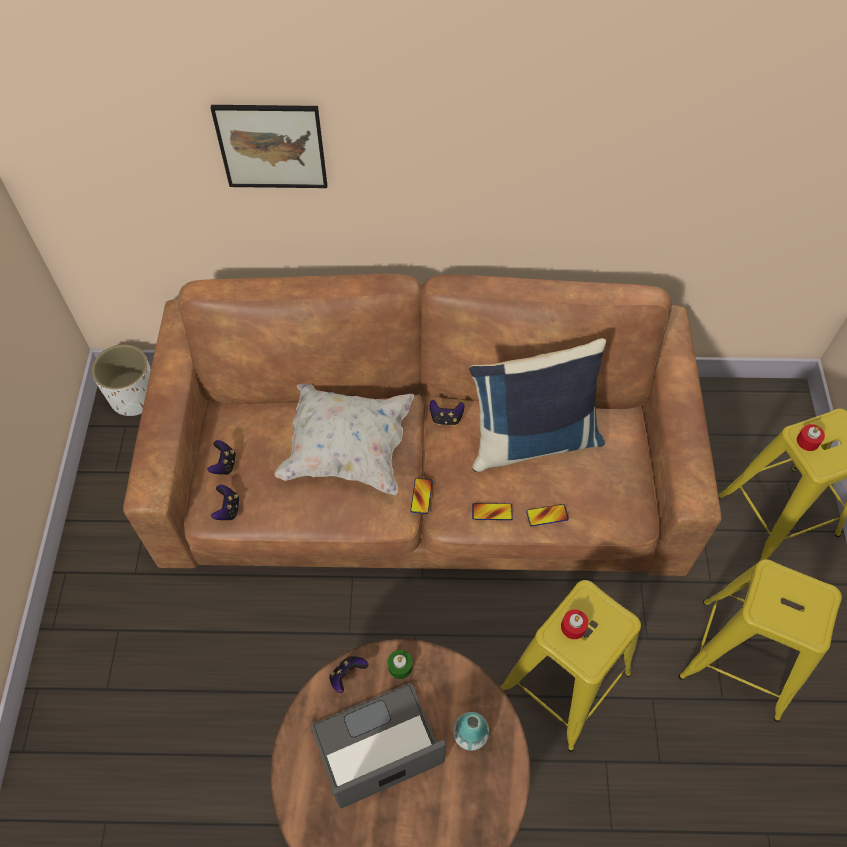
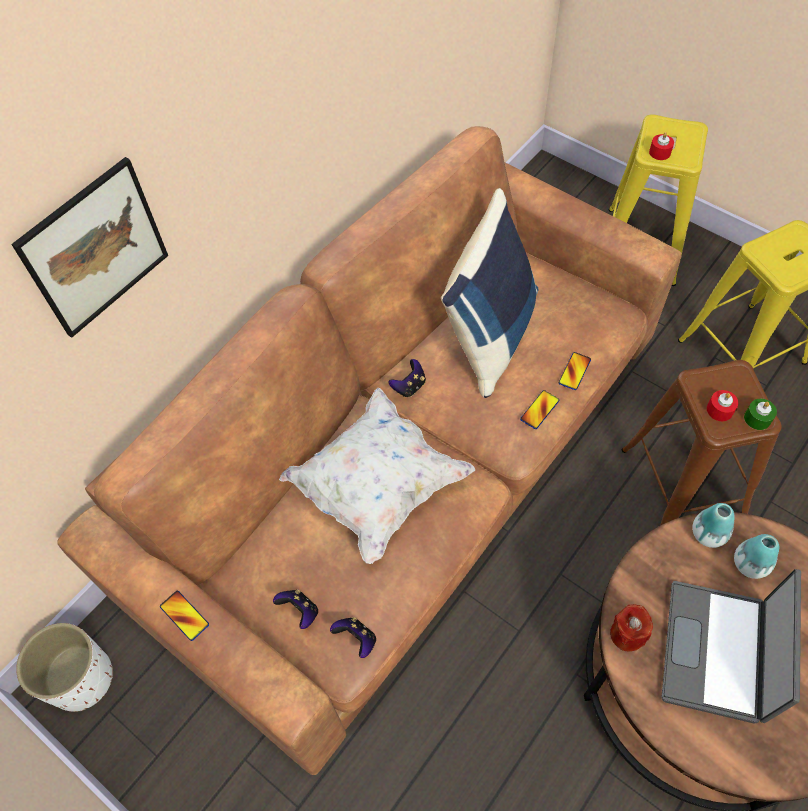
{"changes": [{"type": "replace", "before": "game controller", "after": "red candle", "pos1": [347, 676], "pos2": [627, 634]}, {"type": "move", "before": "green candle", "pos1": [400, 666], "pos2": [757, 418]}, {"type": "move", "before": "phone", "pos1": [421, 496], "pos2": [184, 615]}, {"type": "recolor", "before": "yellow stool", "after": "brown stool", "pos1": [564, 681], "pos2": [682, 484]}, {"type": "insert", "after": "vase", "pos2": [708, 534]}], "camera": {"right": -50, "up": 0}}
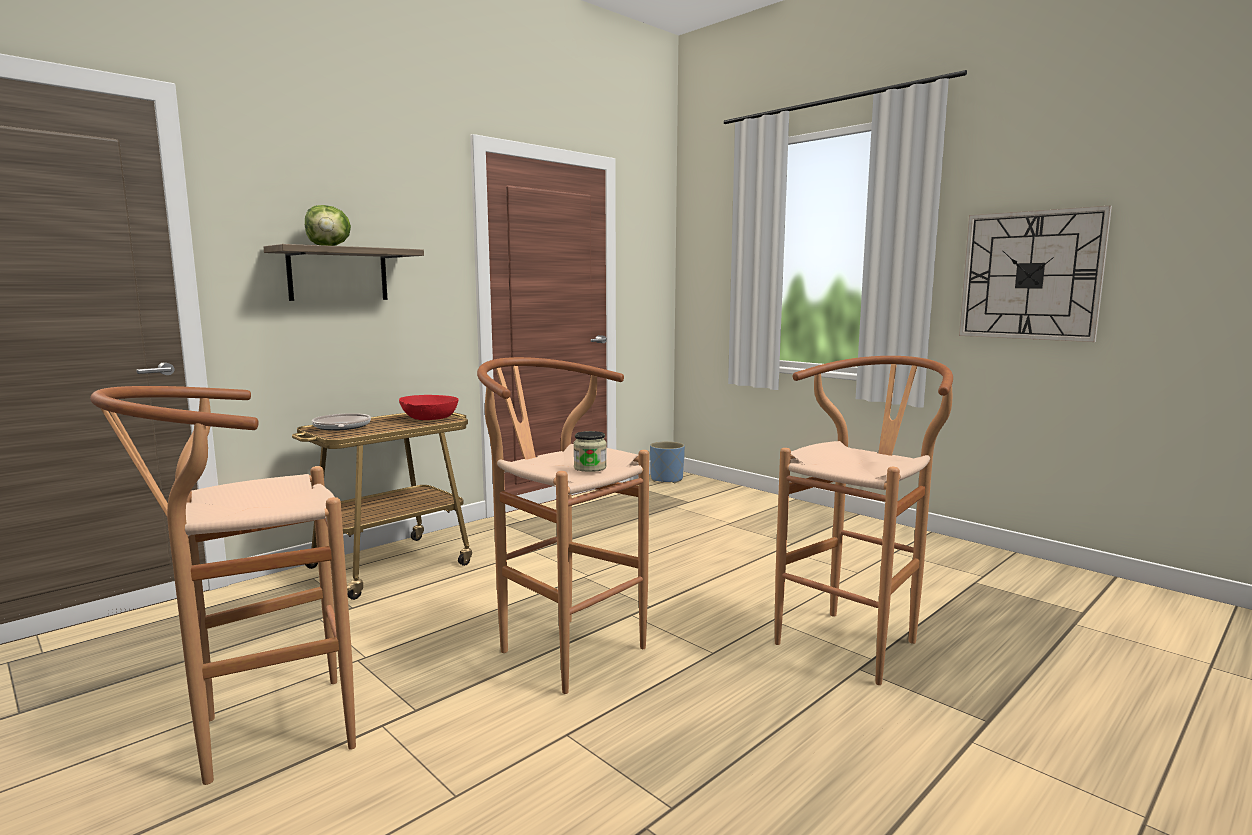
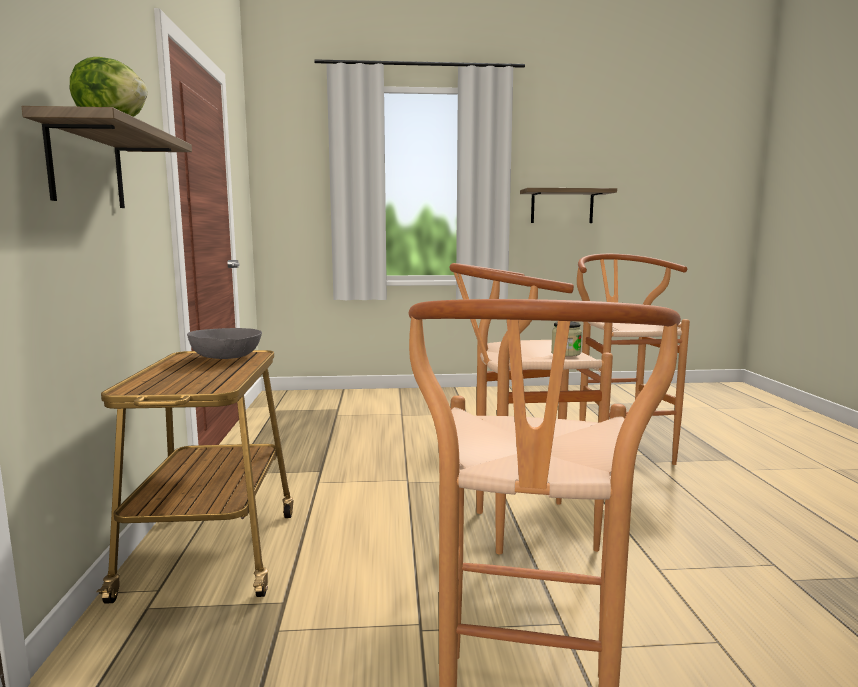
{"changes": [{"type": "delete", "before": "frying pan", "pos1": [341, 427]}, {"type": "recolor", "before": "red bowl", "after": "grey bowl", "pos1": [430, 418], "pos2": [227, 356]}, {"type": "delete", "before": "blue planter", "pos1": [667, 479]}, {"type": "replace", "before": "wall clock", "after": "shelf", "pos1": [1030, 275], "pos2": [562, 206]}], "camera": {"right": -50, "up": 0}}
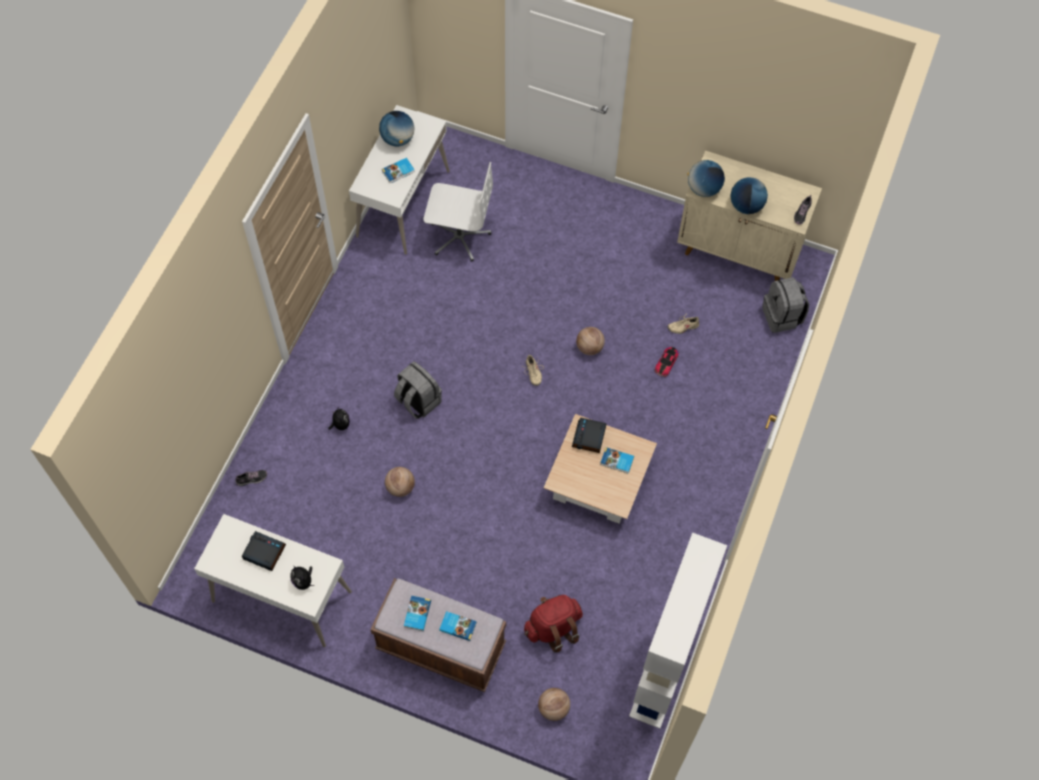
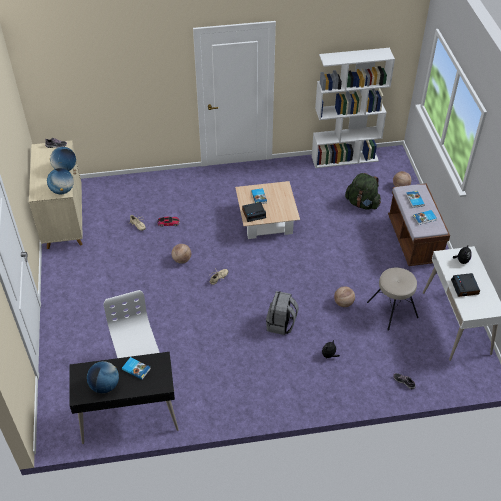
{"changes": [{"type": "recolor", "before": "white desk", "after": "black desk", "pos1": [403, 204], "pos2": [129, 417]}, {"type": "recolor", "before": "red backpack", "after": "green backpack", "pos1": [553, 628], "pos2": [362, 203]}, {"type": "delete", "before": "grey backpack", "pos1": [782, 316]}, {"type": "insert", "after": "beige stool", "pos2": [392, 310]}], "camera": {"right": -120, "up": -15}}
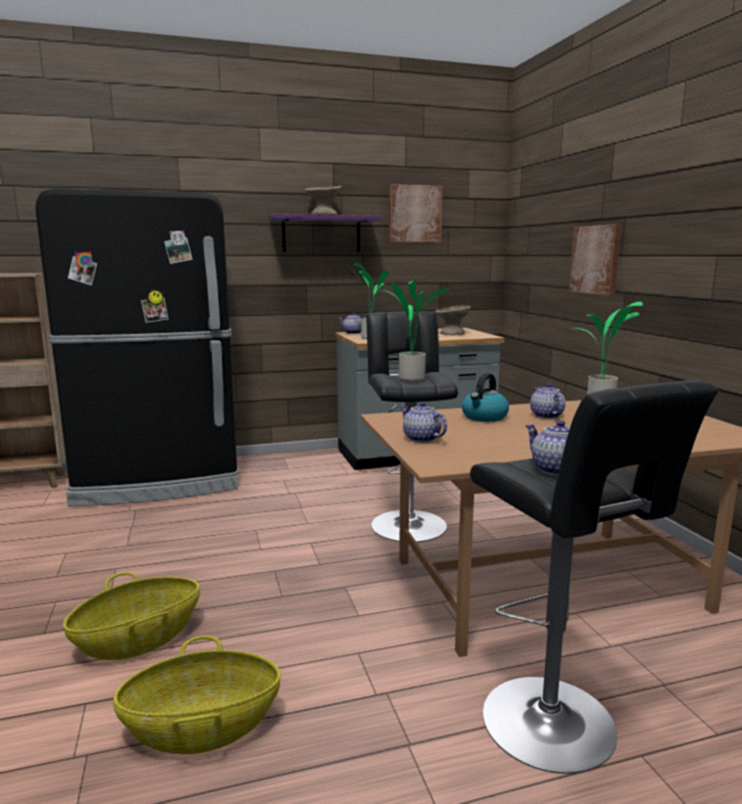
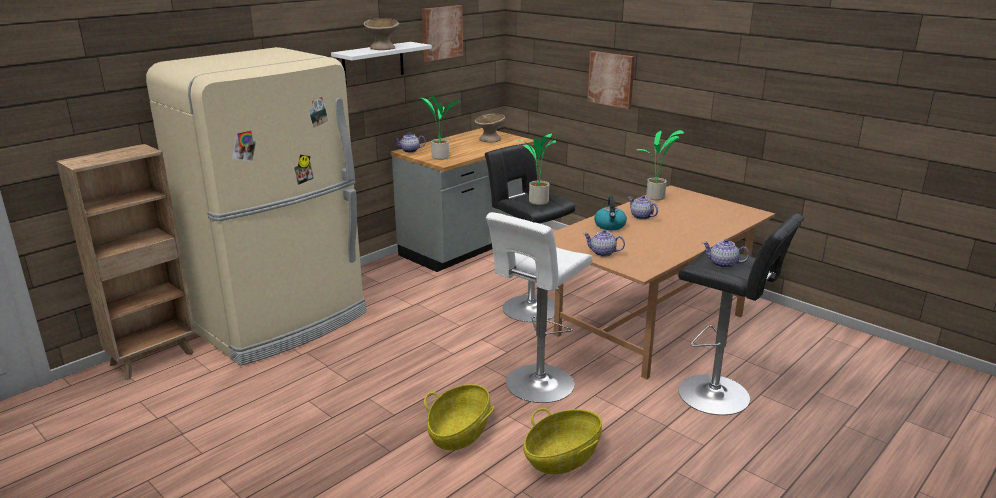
{"changes": [{"type": "recolor", "before": "black fridge", "after": "beige fridge", "pos1": [159, 481], "pos2": [284, 322]}, {"type": "recolor", "before": "purple shelf", "after": "white shelf", "pos1": [321, 234], "pos2": [373, 63]}, {"type": "insert", "after": "white stool", "pos2": [537, 385]}], "camera": {"right": -30, "up": 10}}
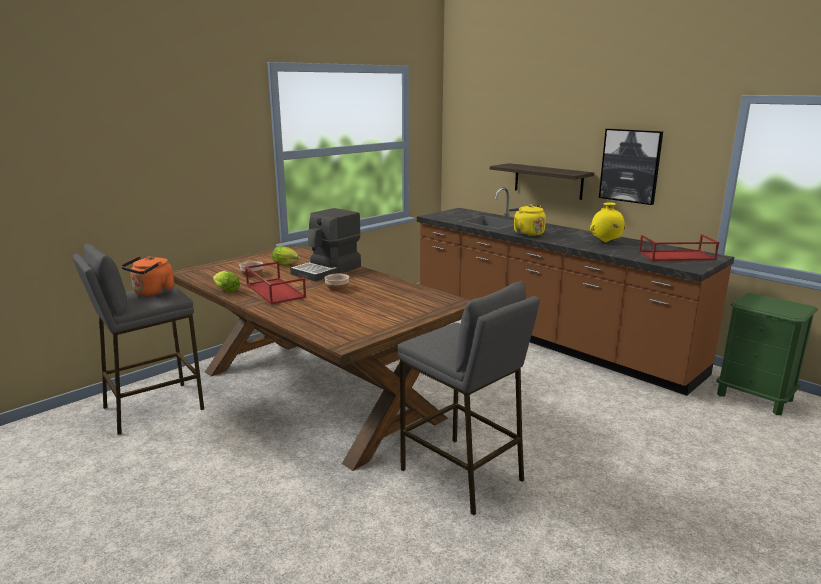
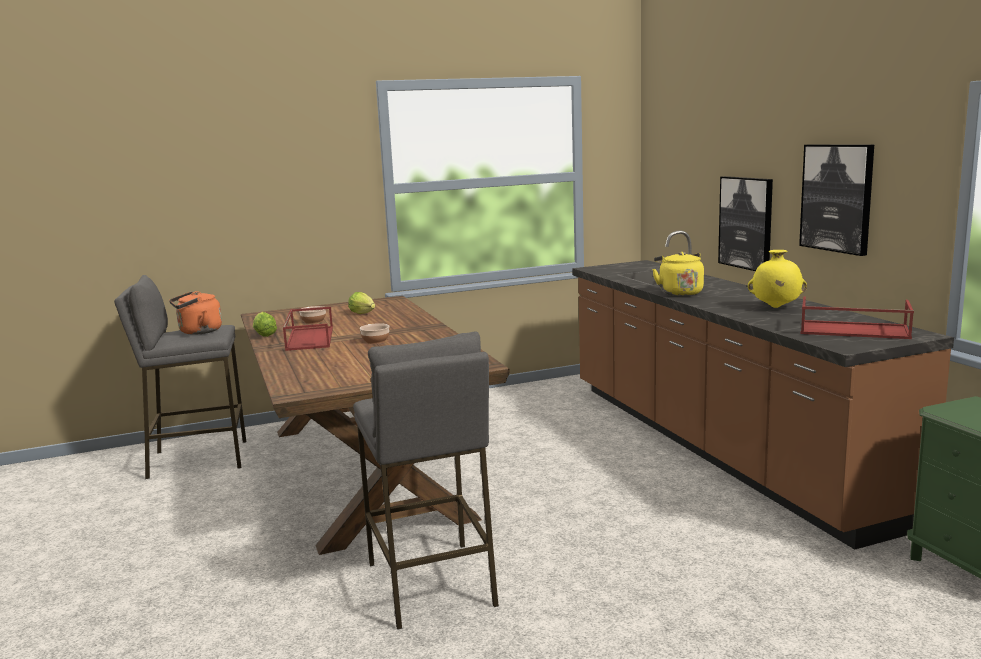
{"changes": [{"type": "delete", "before": "coffee machine", "pos1": [328, 270]}, {"type": "replace", "before": "shelf", "after": "picture", "pos1": [548, 181], "pos2": [746, 223]}], "camera": {"right": 25, "up": -5}}
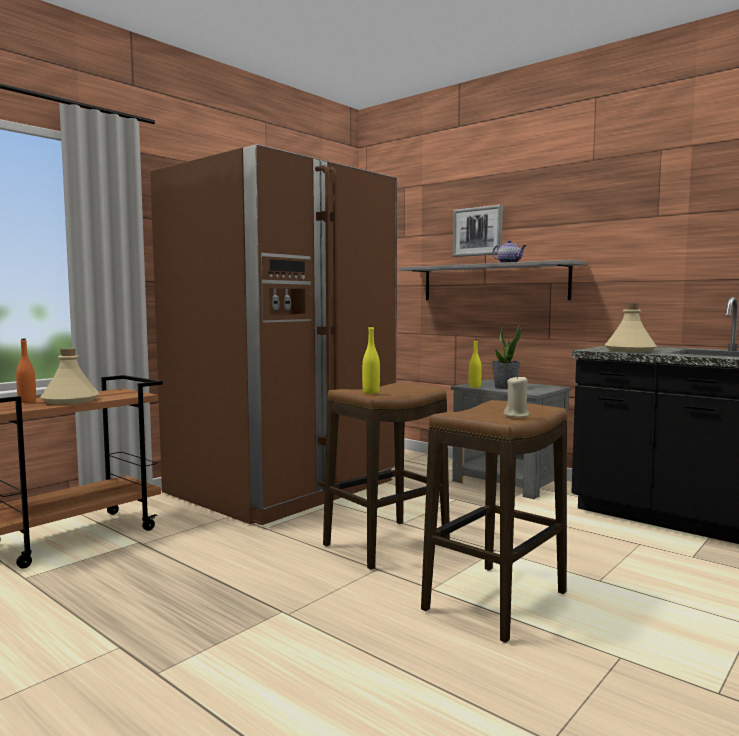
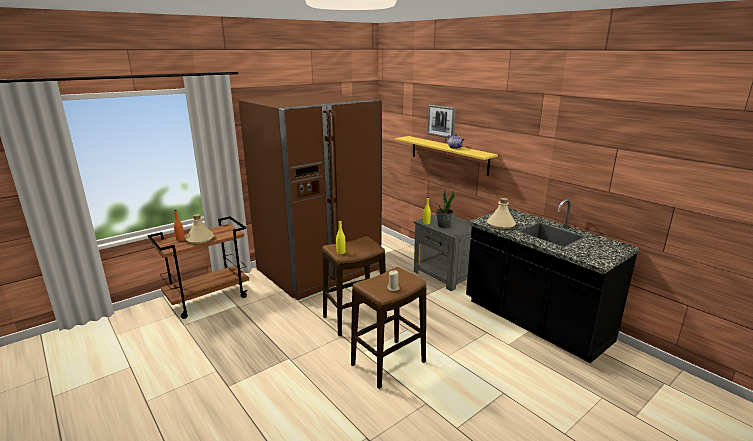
{"changes": [{"type": "recolor", "before": "grey shelf", "after": "yellow shelf", "pos1": [493, 282], "pos2": [448, 154]}], "camera": {"right": 10, "up": 15}}
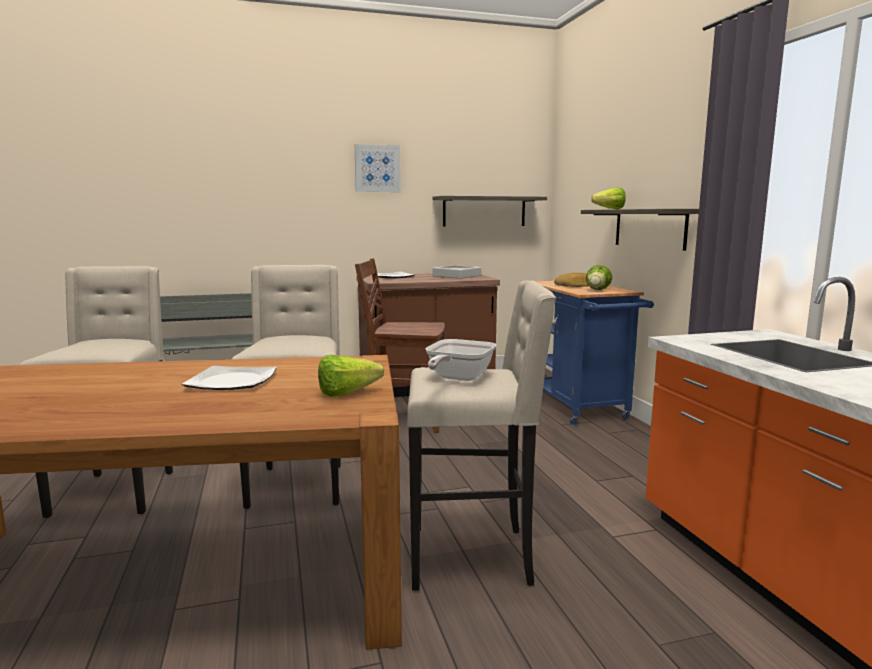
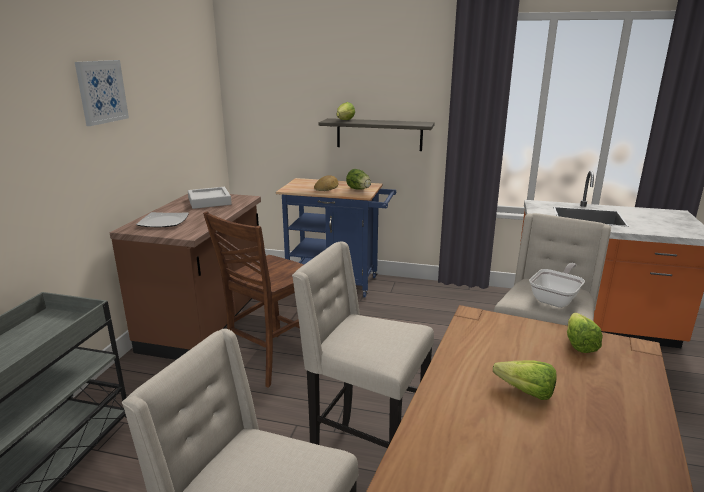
{"changes": [{"type": "replace", "before": "plate", "after": "lettuce", "pos1": [231, 382], "pos2": [521, 390]}, {"type": "rotate", "before": "frying pan", "pos1": [457, 378], "pos2": [556, 299], "turn": -105}, {"type": "delete", "before": "shelf", "pos1": [484, 211]}], "camera": {"right": -60, "up": 10}}
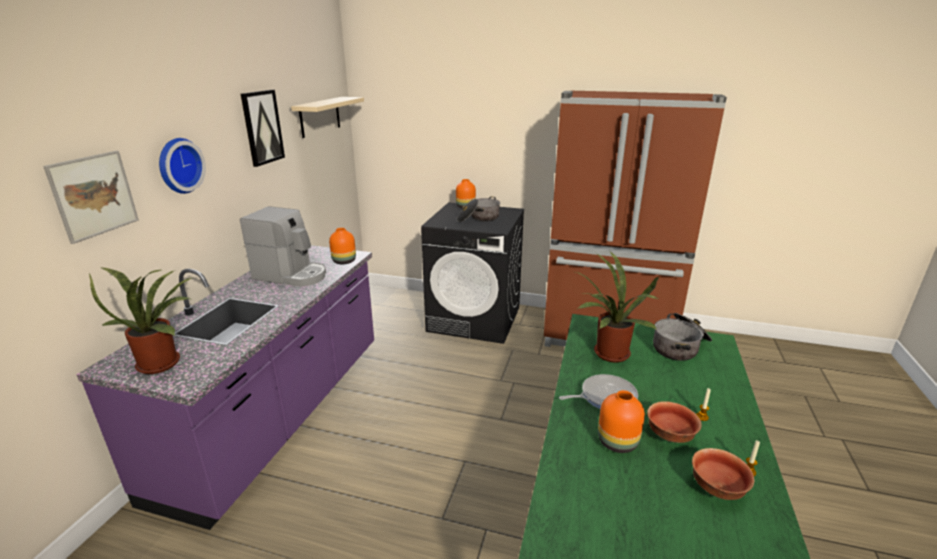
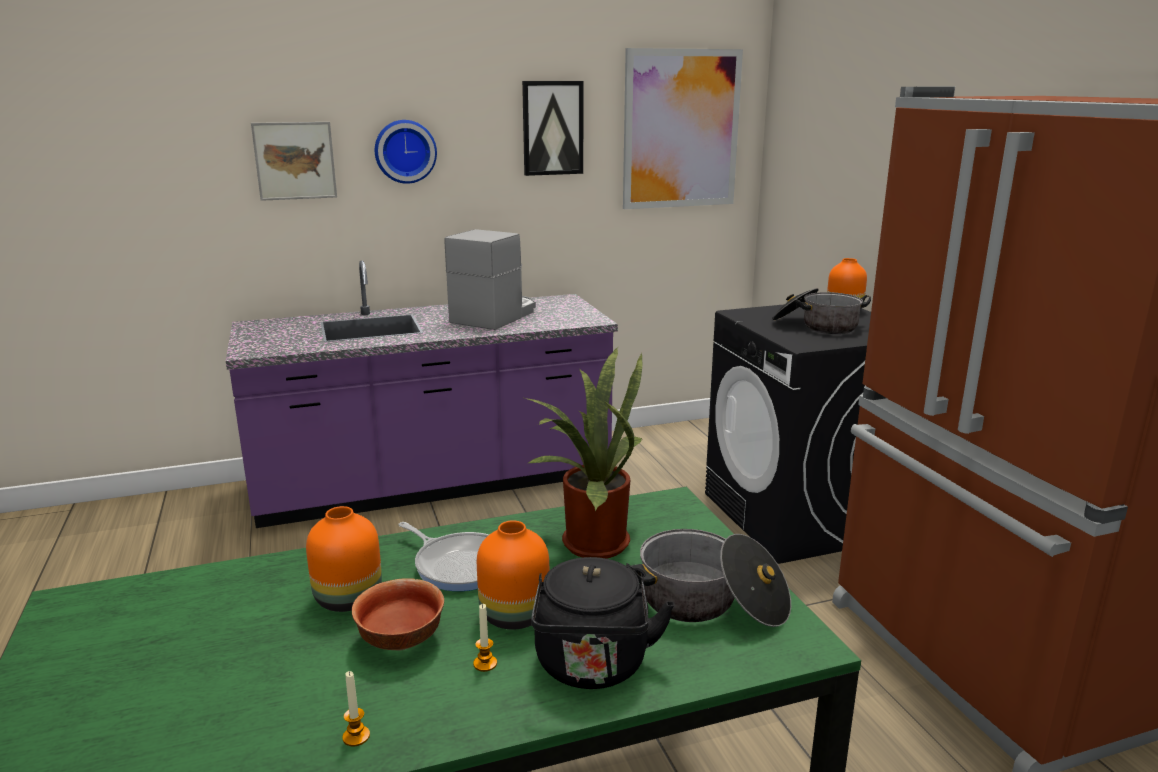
{"changes": [{"type": "delete", "before": "potted plant", "pos1": [163, 362]}, {"type": "rotate", "before": "coffee machine", "pos1": [291, 275], "pos2": [495, 316], "turn": -135}, {"type": "replace", "before": "beige shelf", "after": "picture", "pos1": [320, 116], "pos2": [681, 129]}, {"type": "move", "before": "orange vase", "pos1": [345, 261], "pos2": [515, 616]}, {"type": "delete", "before": "bowl", "pos1": [718, 488]}, {"type": "insert", "after": "black kettle", "pos2": [592, 667]}], "camera": {"right": 55, "up": -5}}
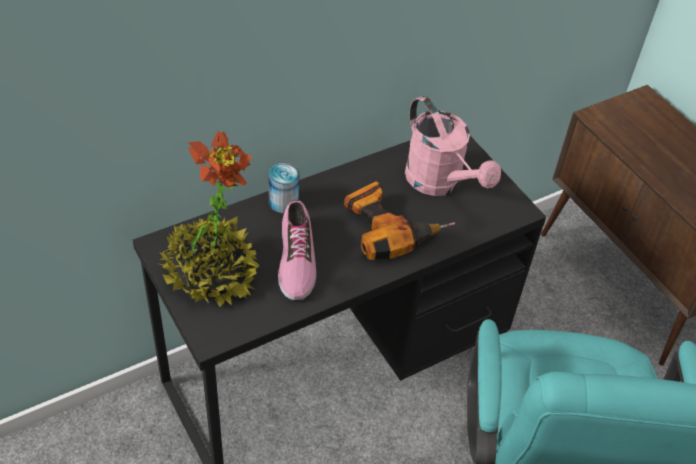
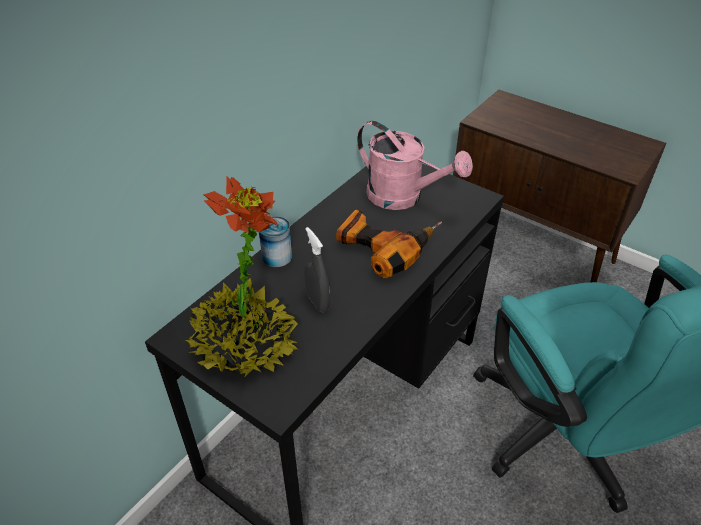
{"changes": [{"type": "replace", "before": "shoe", "after": "grey spray bottle", "pos1": [295, 259], "pos2": [317, 302]}], "camera": {"right": -20, "up": -5}}
